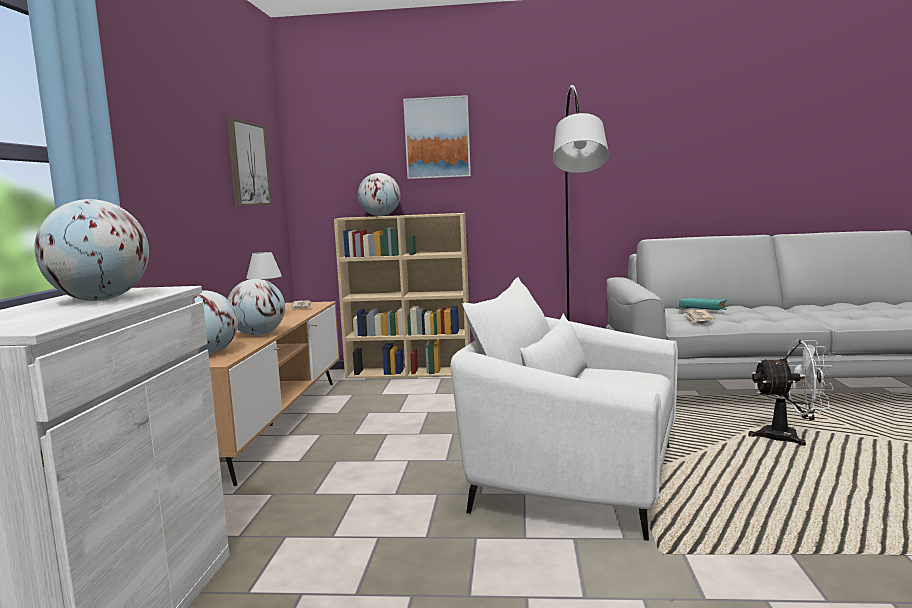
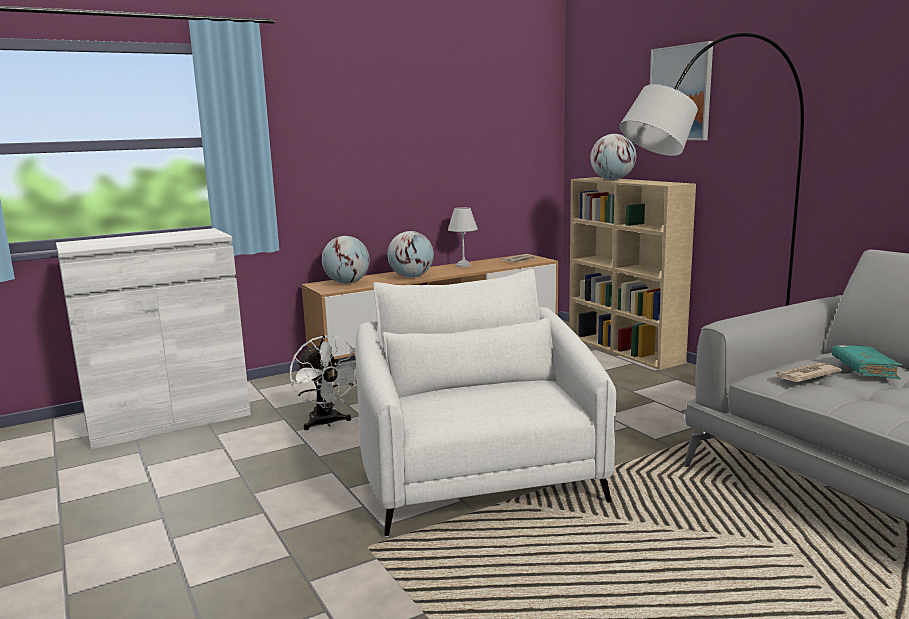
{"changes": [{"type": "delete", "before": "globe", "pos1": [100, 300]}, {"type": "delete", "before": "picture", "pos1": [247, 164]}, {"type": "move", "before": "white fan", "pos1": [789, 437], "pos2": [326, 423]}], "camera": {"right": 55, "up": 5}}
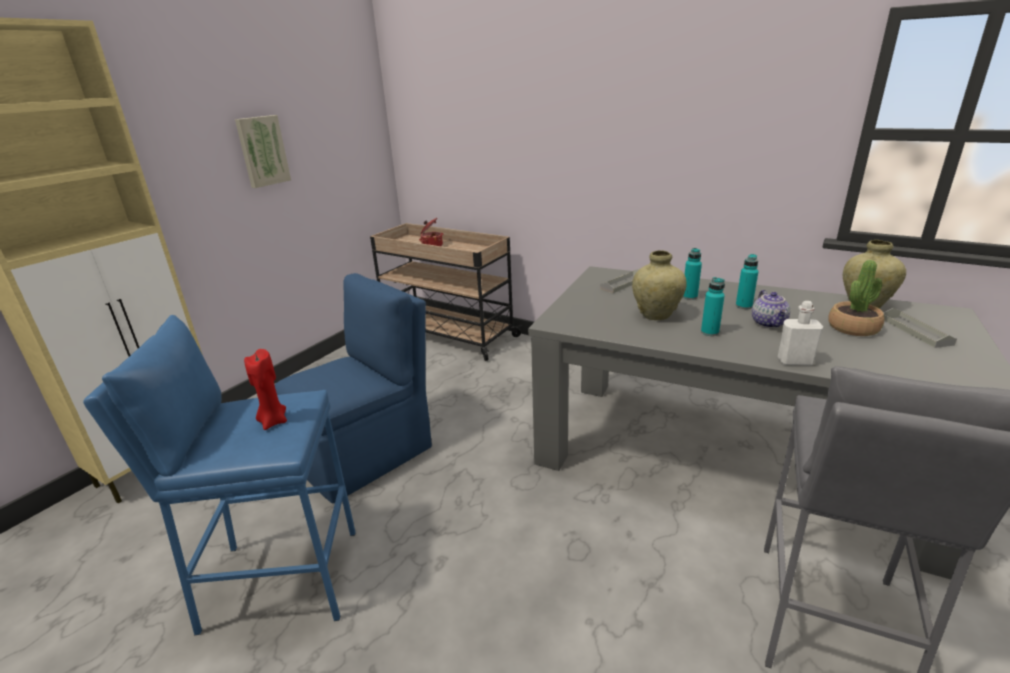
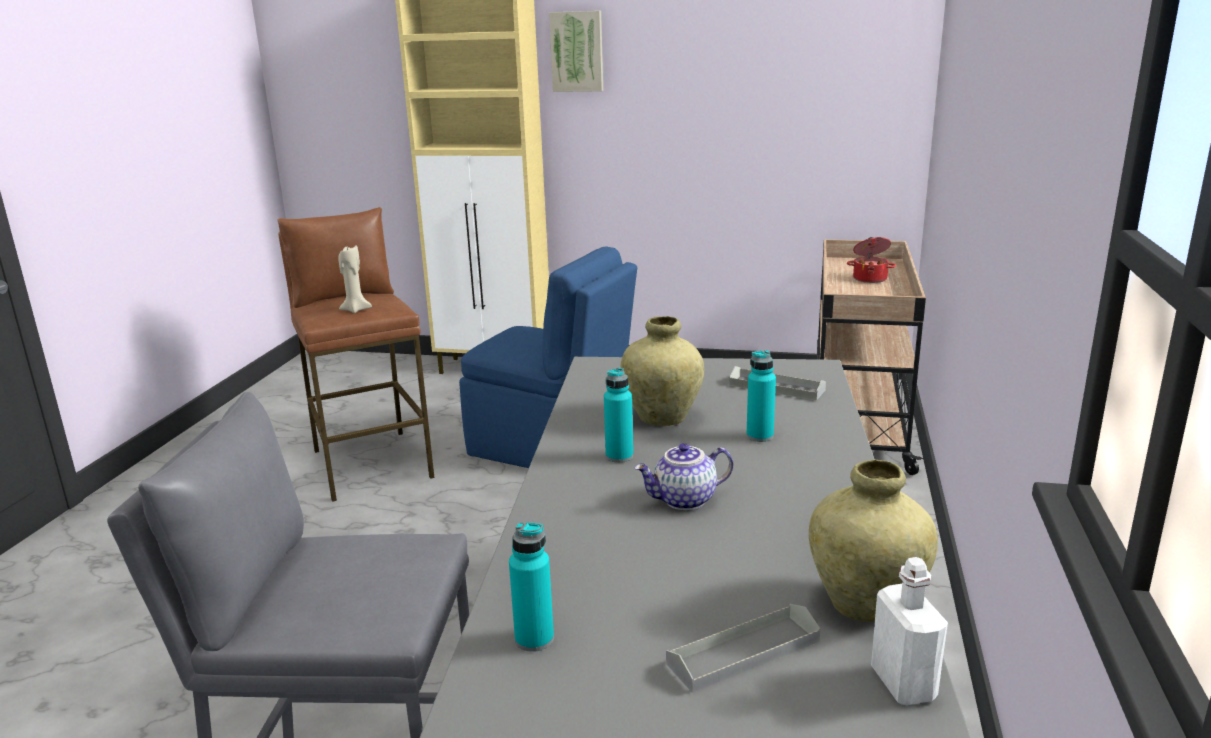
{"changes": [{"type": "recolor", "before": "blue stool", "after": "brown stool", "pos1": [281, 579], "pos2": [371, 463]}, {"type": "move", "before": "picture", "pos1": [262, 151], "pos2": [577, 51]}, {"type": "recolor", "before": "red candle", "after": "beige candle", "pos1": [273, 421], "pos2": [355, 310]}, {"type": "move", "before": "turquoise bottle", "pos1": [743, 306], "pos2": [534, 639]}, {"type": "move", "before": "white bottle", "pos1": [794, 361], "pos2": [903, 683]}, {"type": "delete", "before": "potted plant", "pos1": [853, 328]}], "camera": {"right": 70, "up": -5}}
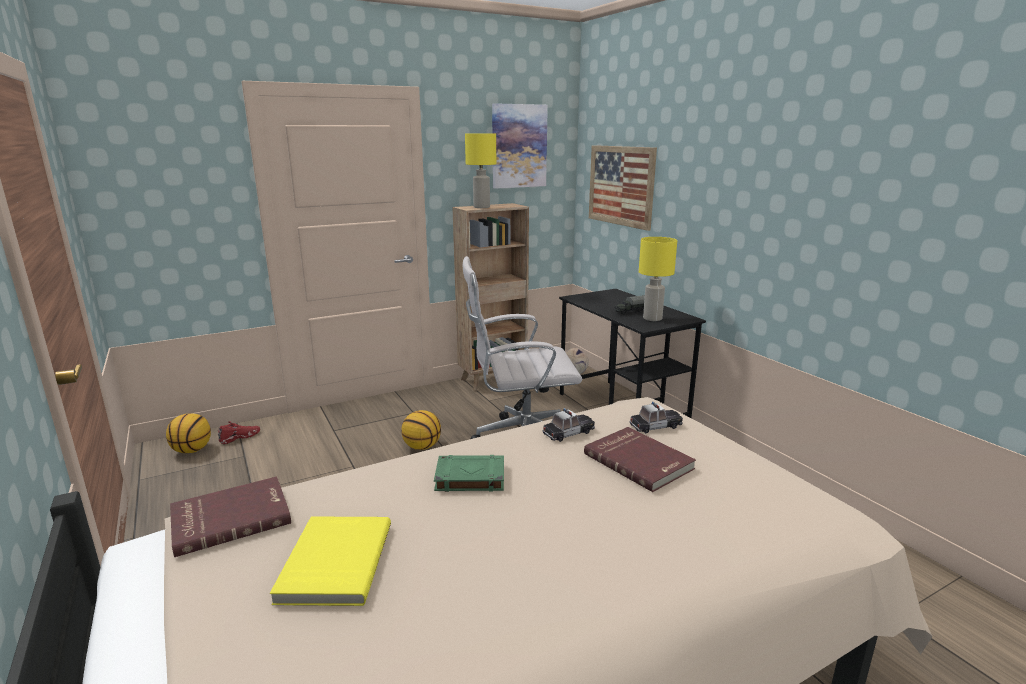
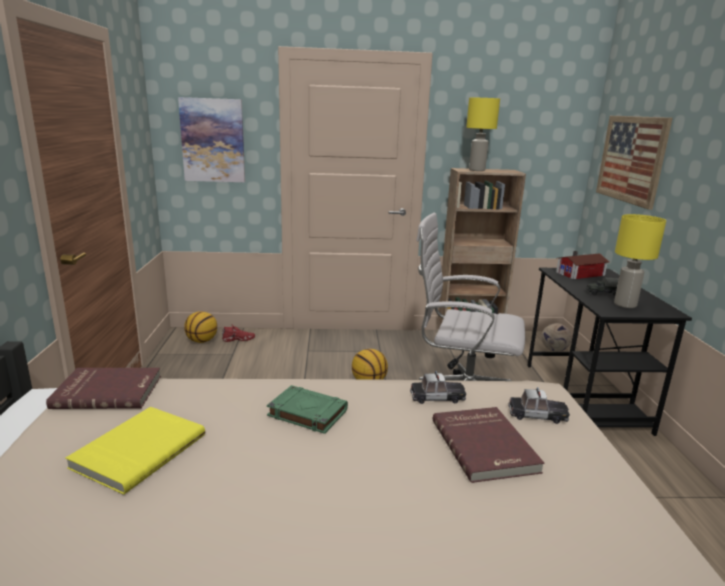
{"changes": [{"type": "move", "before": "picture", "pos1": [519, 146], "pos2": [213, 140]}, {"type": "insert", "after": "toy house", "pos2": [582, 274]}], "camera": {"right": 25, "up": 0}}
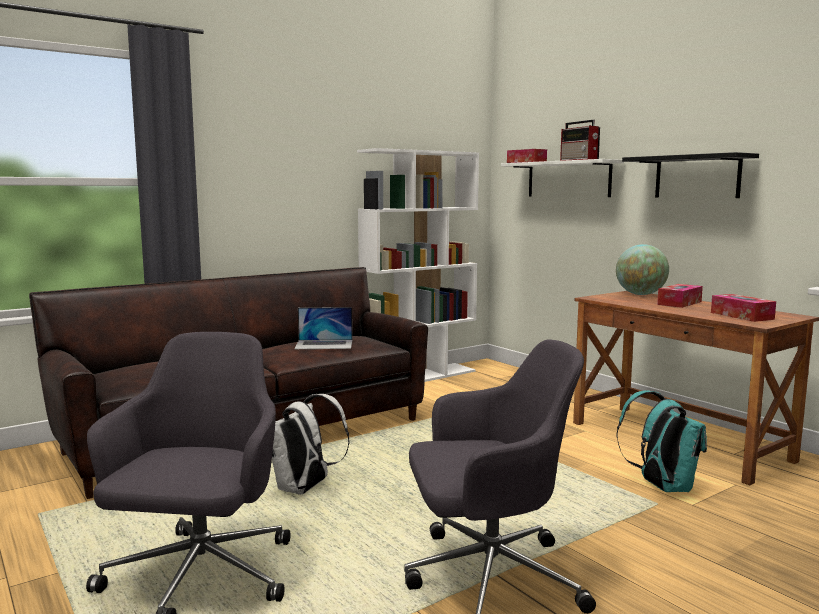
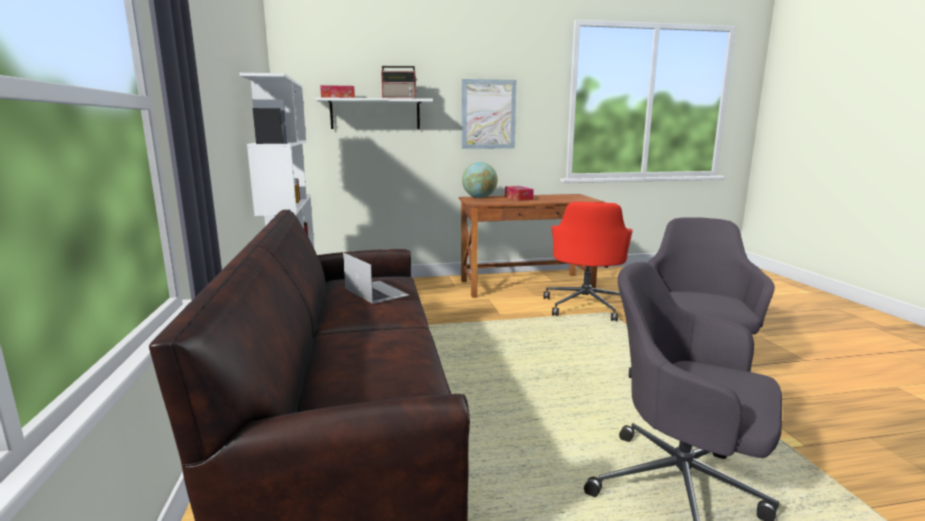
{"changes": [{"type": "delete", "before": "white backpack", "pos1": [304, 489]}, {"type": "rotate", "before": "laptop", "pos1": [324, 344], "pos2": [376, 291], "turn": -60}, {"type": "replace", "before": "turquoise backpack", "after": "red office chair", "pos1": [661, 486], "pos2": [586, 305]}, {"type": "replace", "before": "black shelf", "after": "picture", "pos1": [697, 177], "pos2": [488, 114]}, {"type": "delete", "before": "tissue box", "pos1": [741, 316]}], "camera": {"right": -65, "up": 5}}
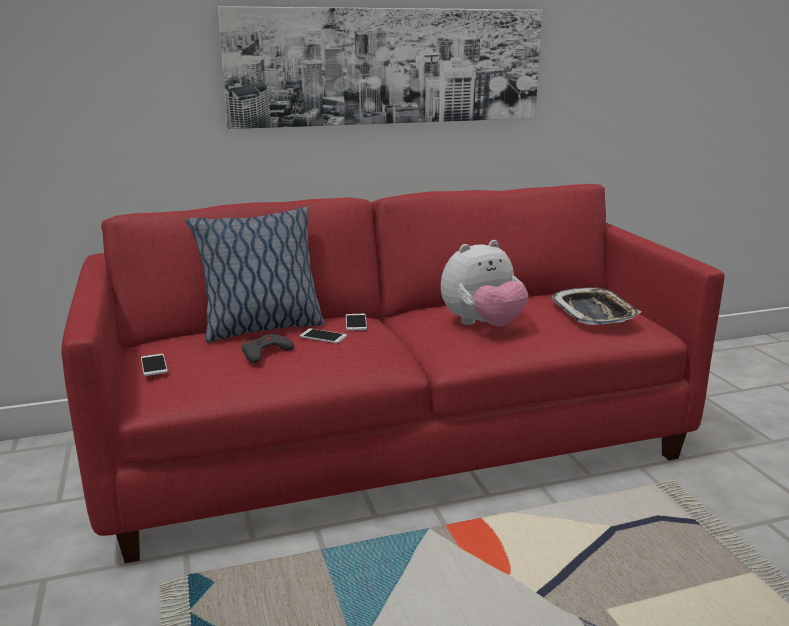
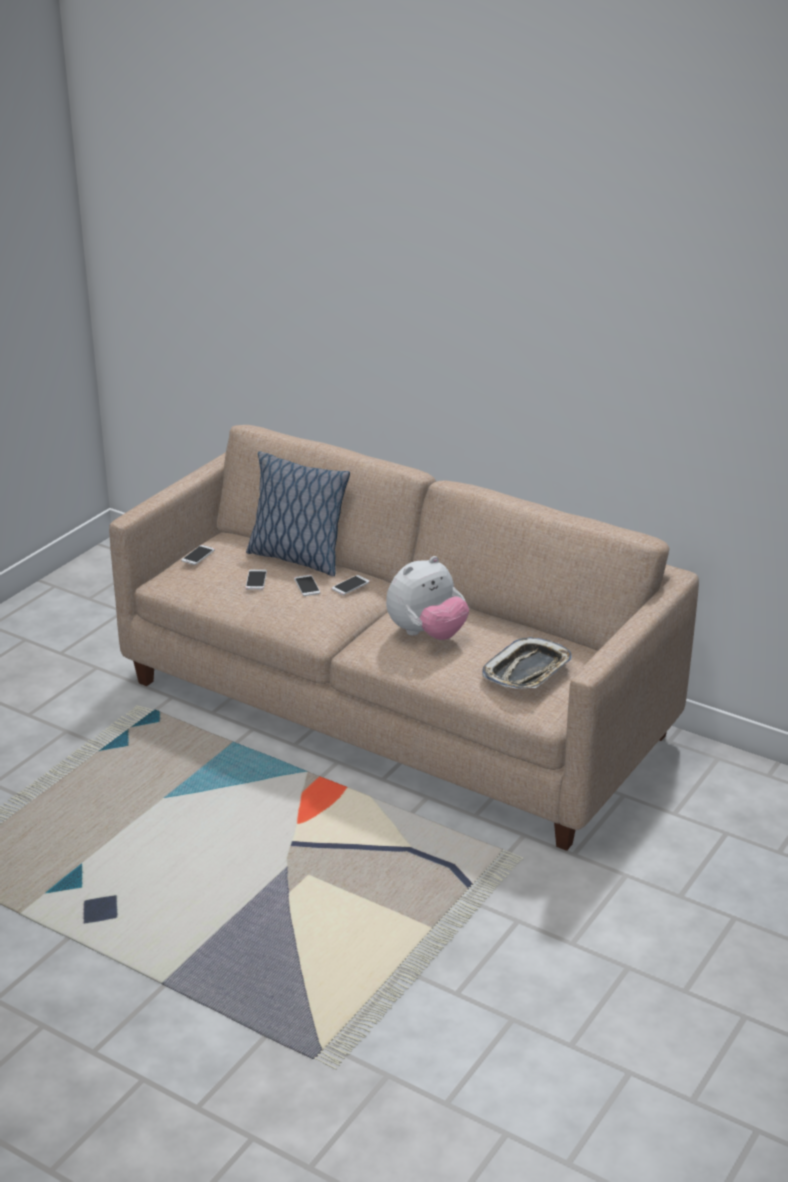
{"changes": [{"type": "recolor", "before": "red sofa", "after": "beige sofa", "pos1": [395, 444], "pos2": [395, 708]}, {"type": "delete", "before": "picture", "pos1": [388, 66]}, {"type": "replace", "before": "grey game controller", "after": "phone", "pos1": [265, 353], "pos2": [256, 580]}, {"type": "rotate", "before": "plush toy", "pos1": [482, 325], "pos2": [427, 634], "turn": -60}], "camera": {"right": 50, "up": 10}}
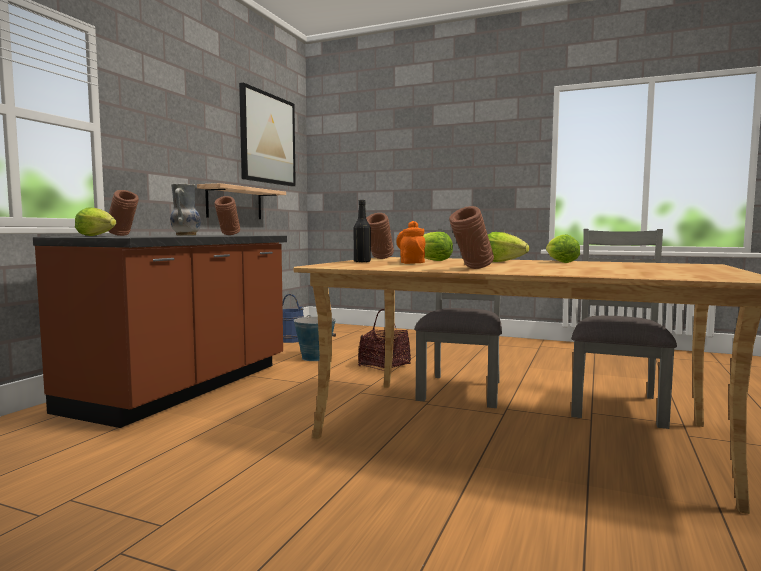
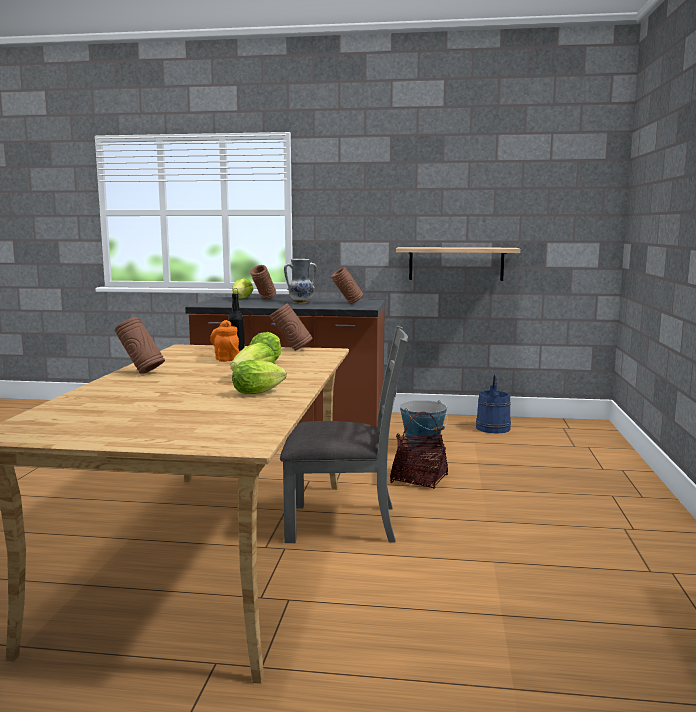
{"changes": [{"type": "delete", "before": "picture", "pos1": [267, 139]}, {"type": "rotate", "before": "orange teapot", "pos1": [411, 263], "pos2": [226, 359], "turn": -90}, {"type": "delete", "before": "grey chair", "pos1": [616, 406]}], "camera": {"right": 75, "up": 5}}
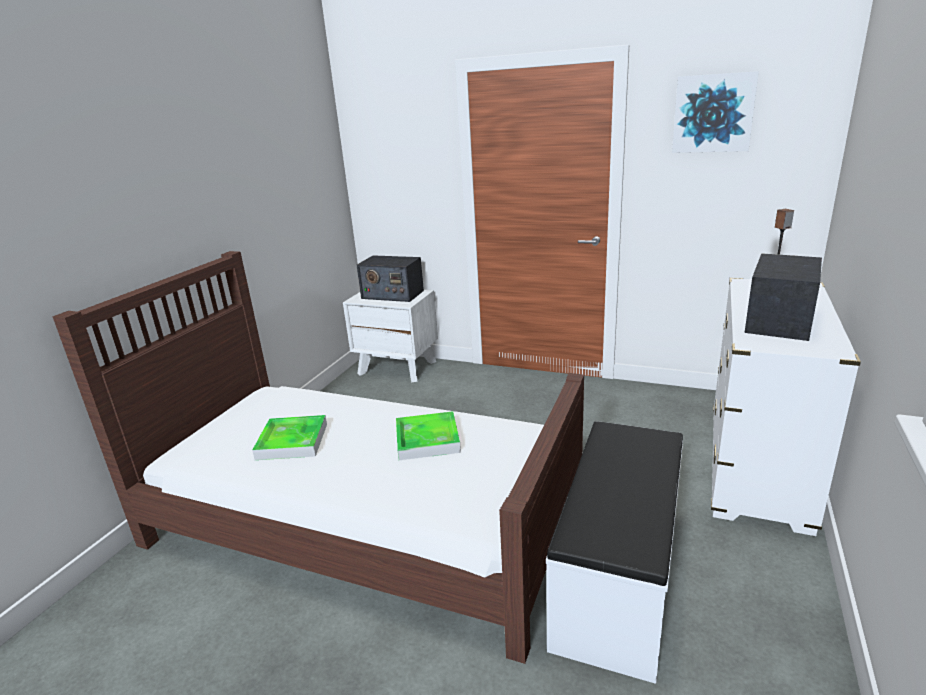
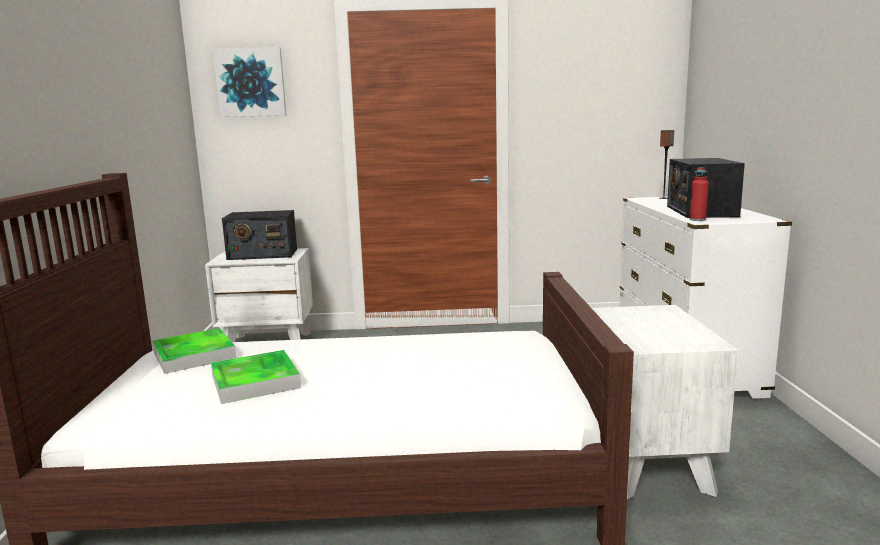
{"changes": [{"type": "move", "before": "tray", "pos1": [427, 439], "pos2": [194, 355]}, {"type": "replace", "before": "white bench", "after": "white nightstand", "pos1": [615, 578], "pos2": [645, 462]}, {"type": "move", "before": "picture", "pos1": [713, 113], "pos2": [251, 82]}, {"type": "insert", "after": "red bottle", "pos2": [697, 219]}], "camera": {"right": -25, "up": -10}}
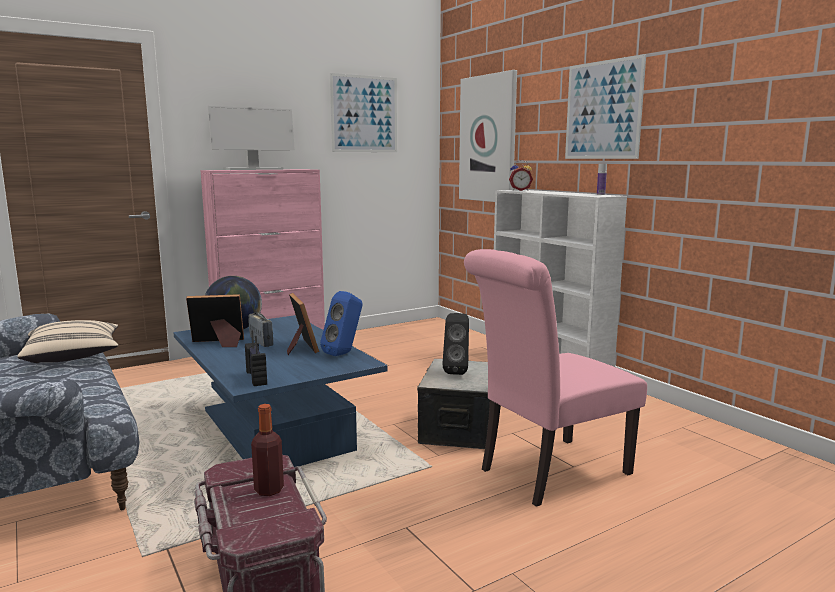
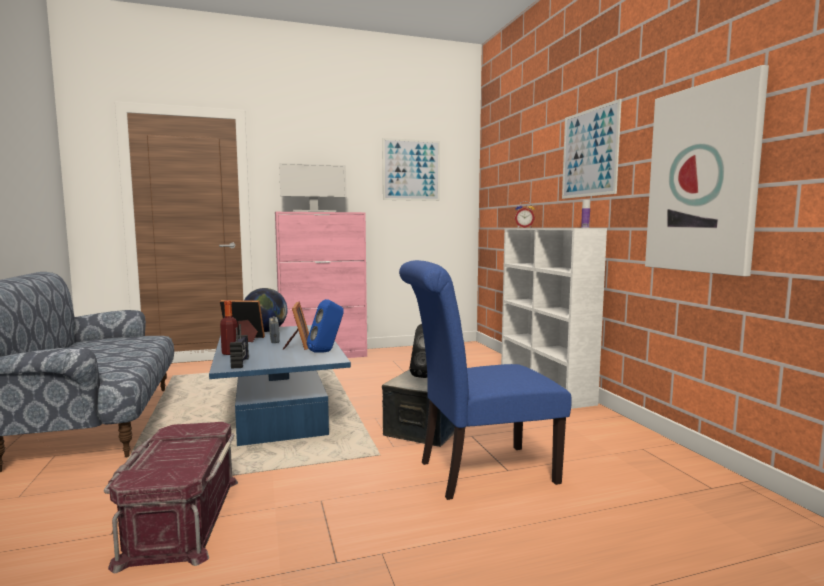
{"changes": [{"type": "delete", "before": "beige pillow", "pos1": [74, 357]}, {"type": "move", "before": "bottle", "pos1": [269, 490], "pos2": [230, 353]}, {"type": "move", "before": "picture", "pos1": [488, 139], "pos2": [702, 179]}, {"type": "recolor", "before": "pink chair", "after": "blue chair", "pos1": [547, 473], "pos2": [478, 472]}], "camera": {"right": 15, "up": -5}}
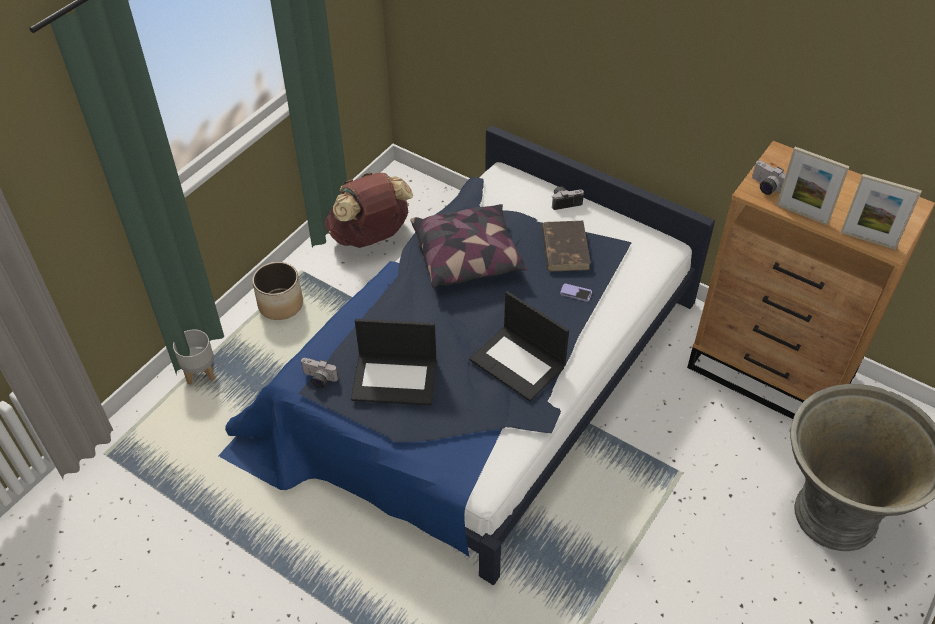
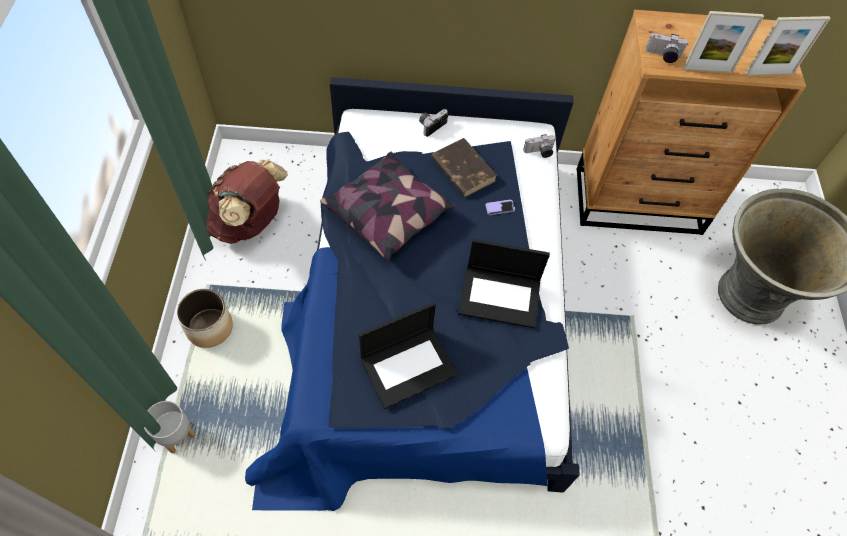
{"changes": [{"type": "move", "before": "photo camera", "pos1": [318, 379], "pos2": [539, 152]}], "camera": {"right": -35, "up": 10}}
